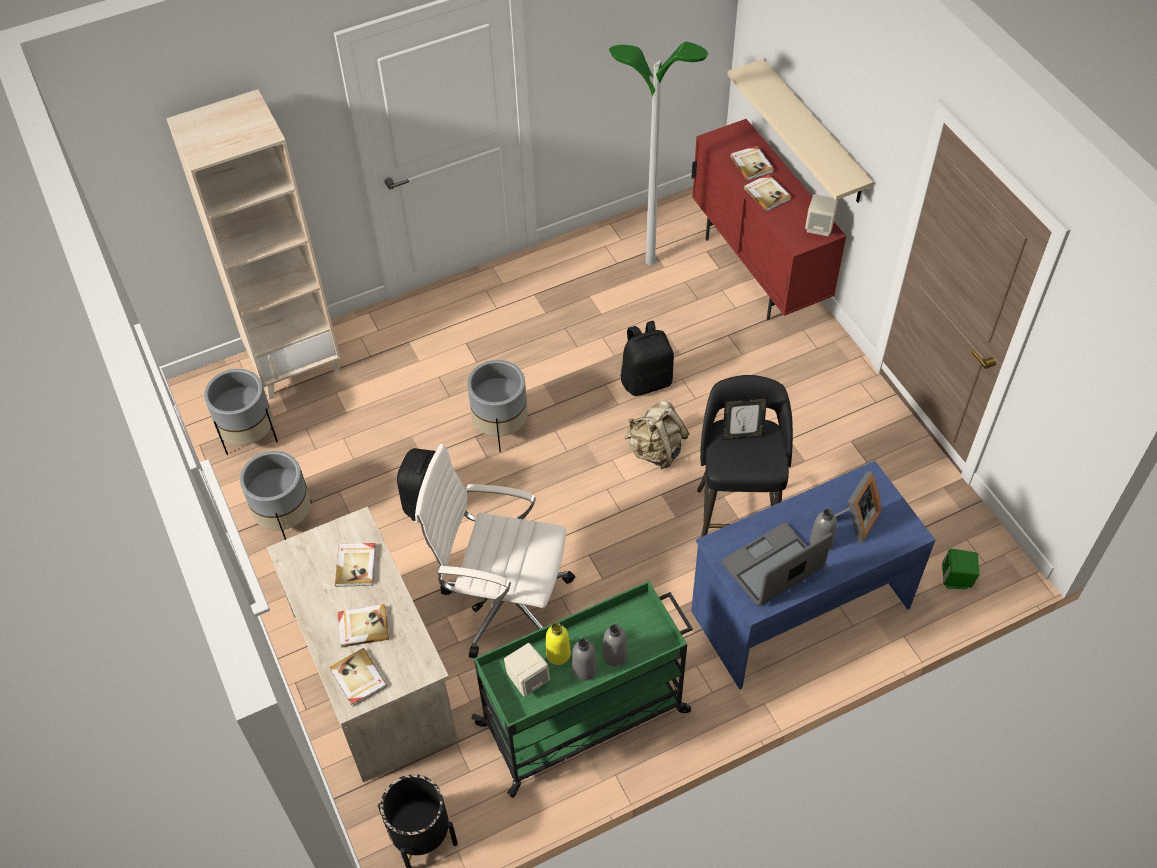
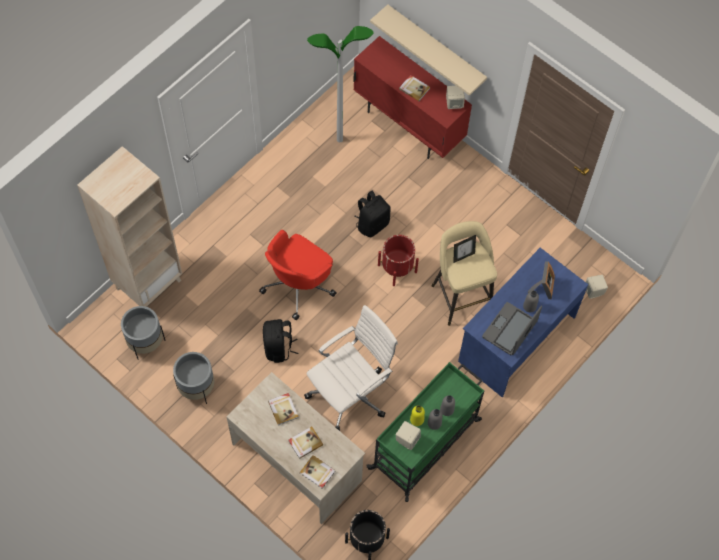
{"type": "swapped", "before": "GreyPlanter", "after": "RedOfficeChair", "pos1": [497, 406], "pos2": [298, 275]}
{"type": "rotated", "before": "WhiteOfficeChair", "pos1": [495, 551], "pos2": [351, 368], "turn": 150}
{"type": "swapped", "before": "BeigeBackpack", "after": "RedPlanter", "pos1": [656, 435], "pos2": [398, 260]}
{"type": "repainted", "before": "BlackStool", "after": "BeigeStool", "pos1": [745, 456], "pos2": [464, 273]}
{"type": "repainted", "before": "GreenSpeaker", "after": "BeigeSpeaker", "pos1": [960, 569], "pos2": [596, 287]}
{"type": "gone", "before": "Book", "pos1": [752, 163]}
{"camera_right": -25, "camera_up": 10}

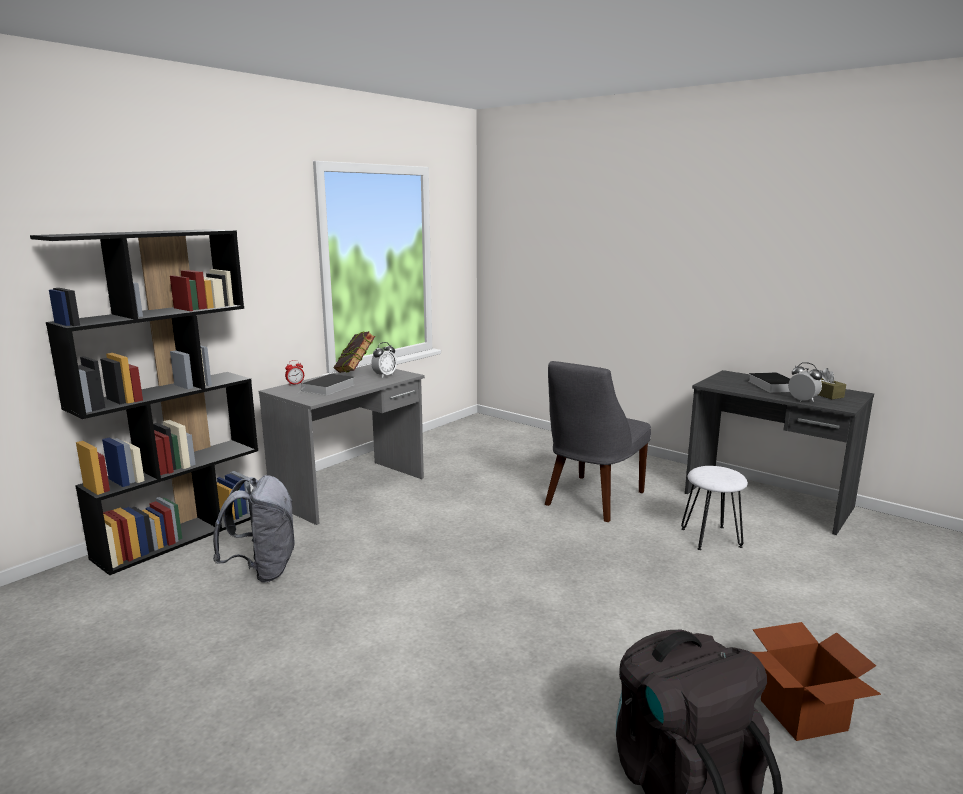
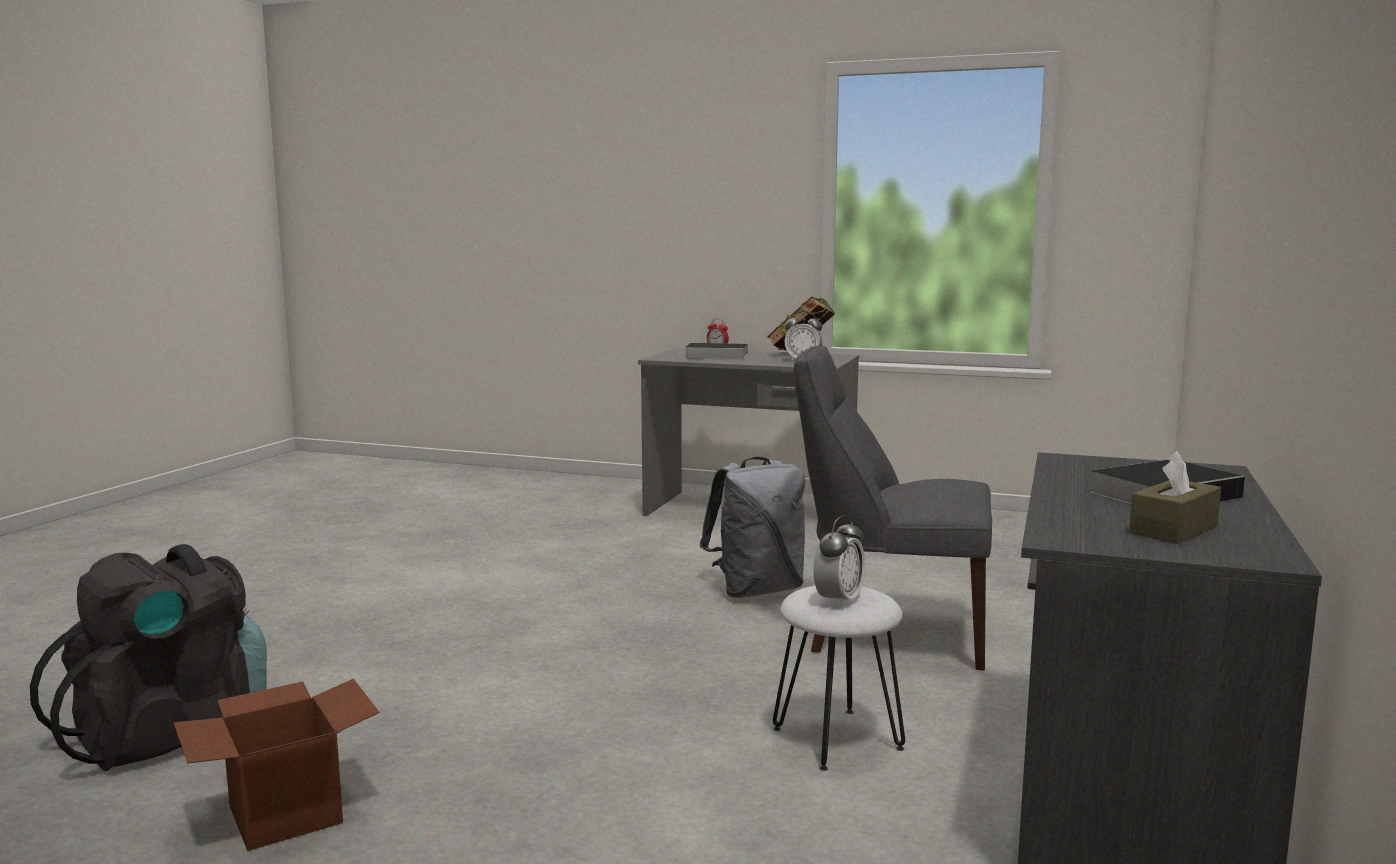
{"type": "shifted", "before": "GreyBackpack", "pos1": [254, 528], "pos2": [752, 527]}
{"type": "shifted", "before": "AlarmClock", "pos1": [805, 382], "pos2": [839, 561]}
{"type": "gone", "before": "BlackBookcase", "pos1": [144, 402]}
{"camera_right": 70, "camera_up": -5}

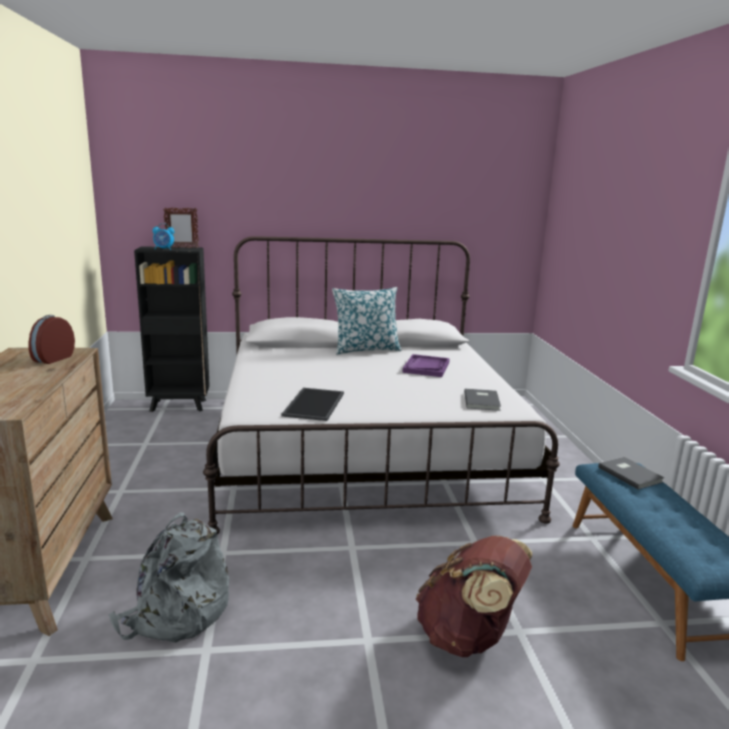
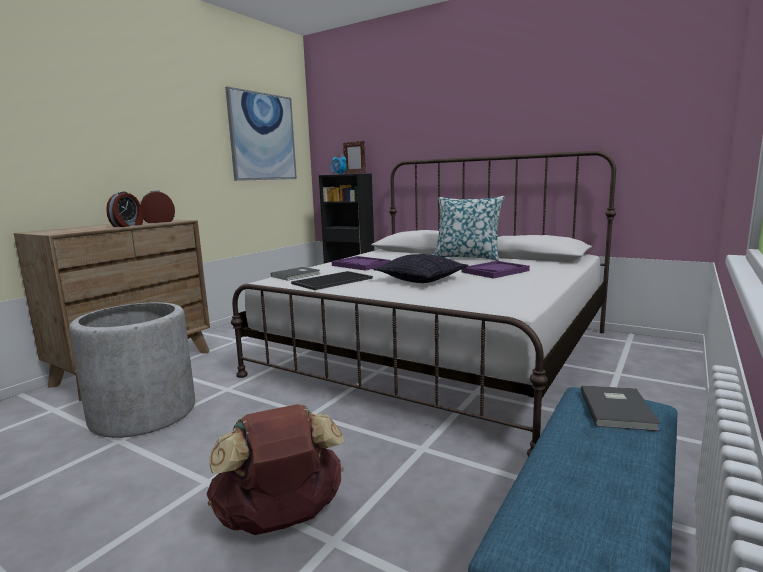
{"type": "swapped", "before": "GreyBackpack", "after": "GreyPlanter", "pos1": [169, 578], "pos2": [132, 370]}
{"type": "new", "after": "AlarmClock", "pos2": [125, 209]}
{"type": "new", "after": "Picture", "pos2": [261, 134]}
{"type": "shifted", "before": "GreyBook", "pos1": [482, 400], "pos2": [295, 274]}
{"type": "new", "after": "PurpleTray", "pos2": [361, 263]}
{"type": "new", "after": "Pillow", "pos2": [421, 268]}
{"camera_right": 40, "camera_up": -5}

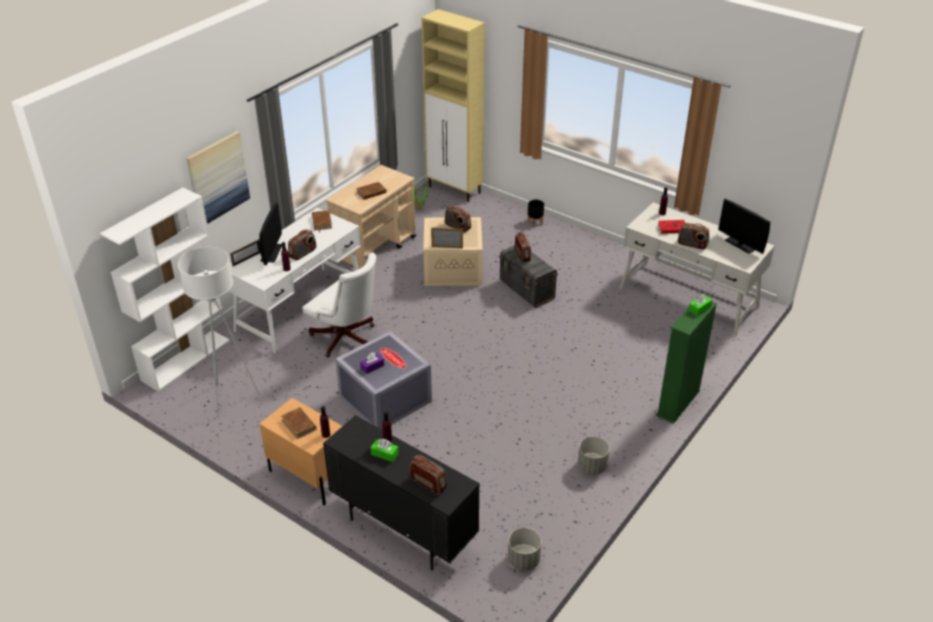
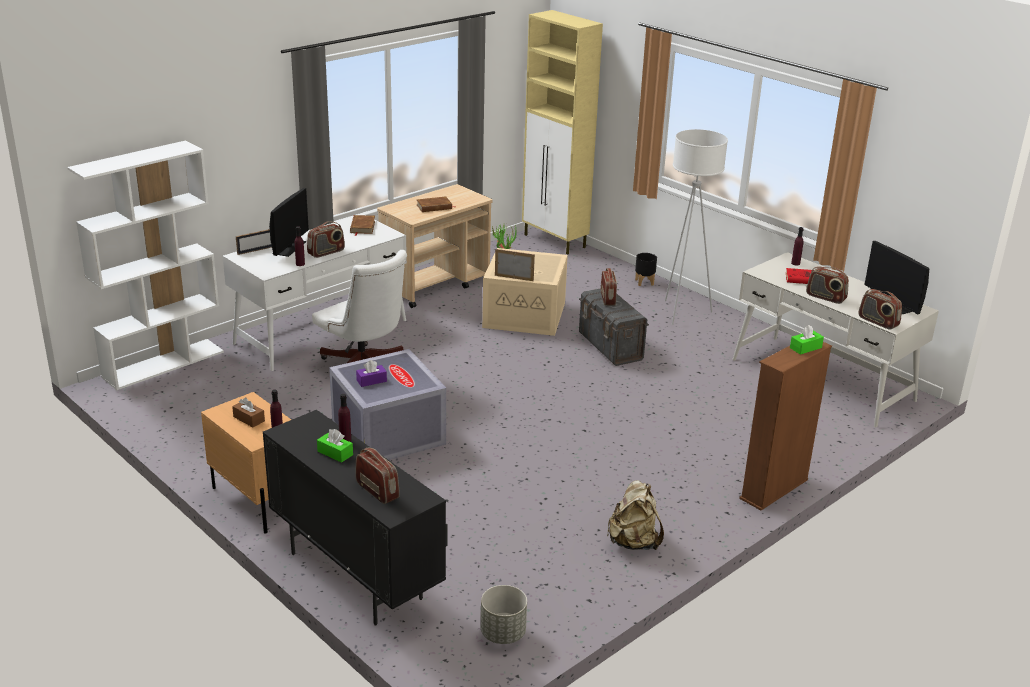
{"type": "swapped", "before": "BrownBook", "after": "BrownTissueBox", "pos1": [298, 423], "pos2": [248, 412]}
{"type": "swapped", "before": "GreyPlanter", "after": "BeigeBackpack", "pos1": [594, 455], "pos2": [635, 515]}
{"type": "shifted", "before": "WhiteFloorLamp", "pos1": [219, 332], "pos2": [696, 227]}
{"type": "repainted", "before": "GreenBookcase", "after": "BrownBookcase", "pos1": [686, 360], "pos2": [785, 426]}
{"type": "shifted", "before": "Radio", "pos1": [458, 219], "pos2": [880, 309]}
{"type": "gone", "before": "Picture", "pos1": [218, 177]}
{"camera_right": 10, "camera_up": -10}

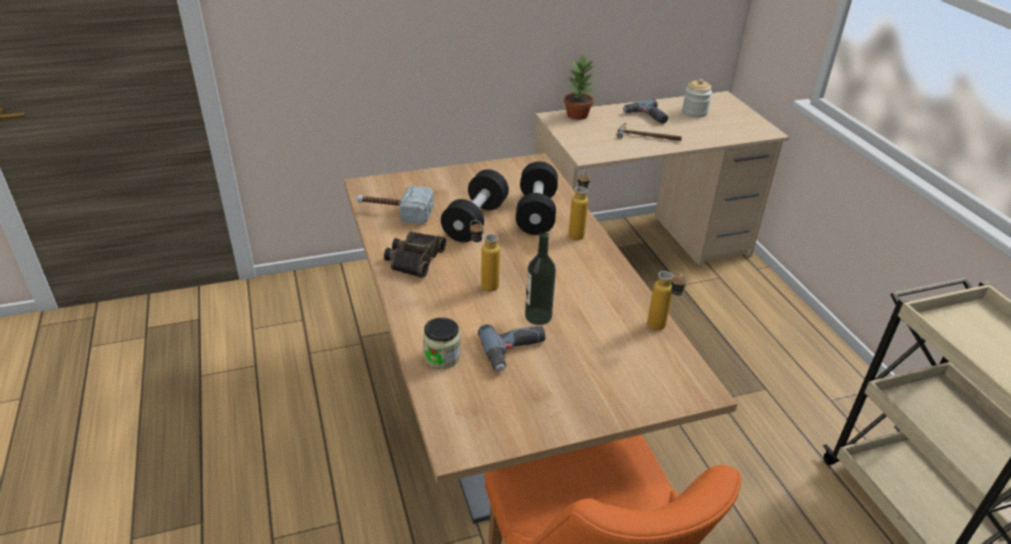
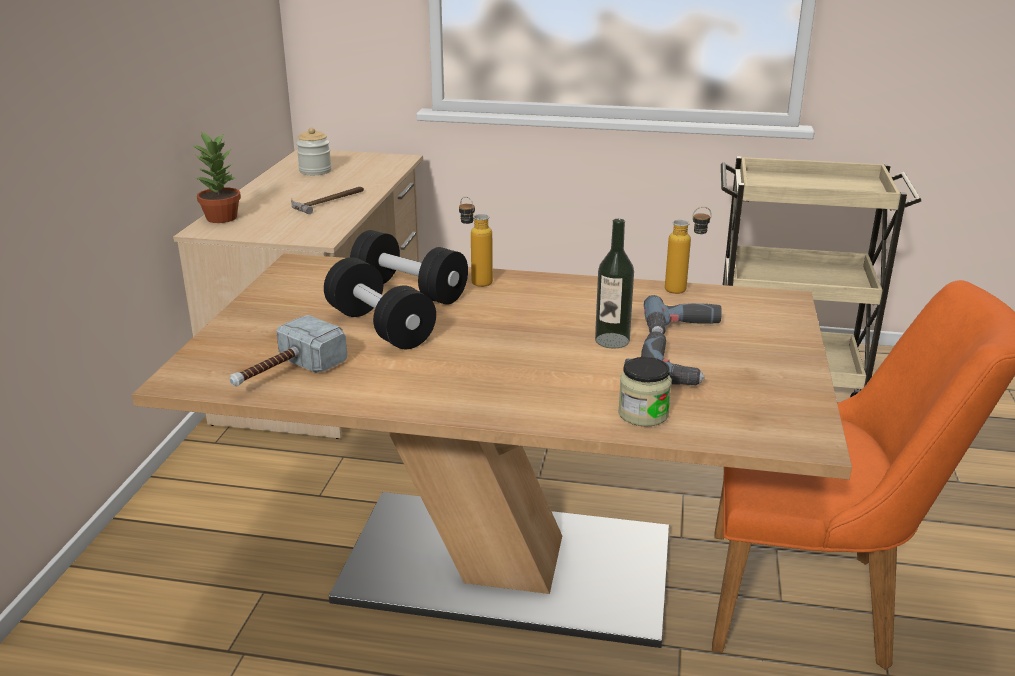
{"type": "shifted", "before": "PowerDrill", "pos1": [645, 111], "pos2": [683, 314]}
{"type": "gone", "before": "Binoculars", "pos1": [415, 254]}
{"type": "gone", "before": "Bottle", "pos1": [485, 255]}
{"camera_right": -60, "camera_up": -10}

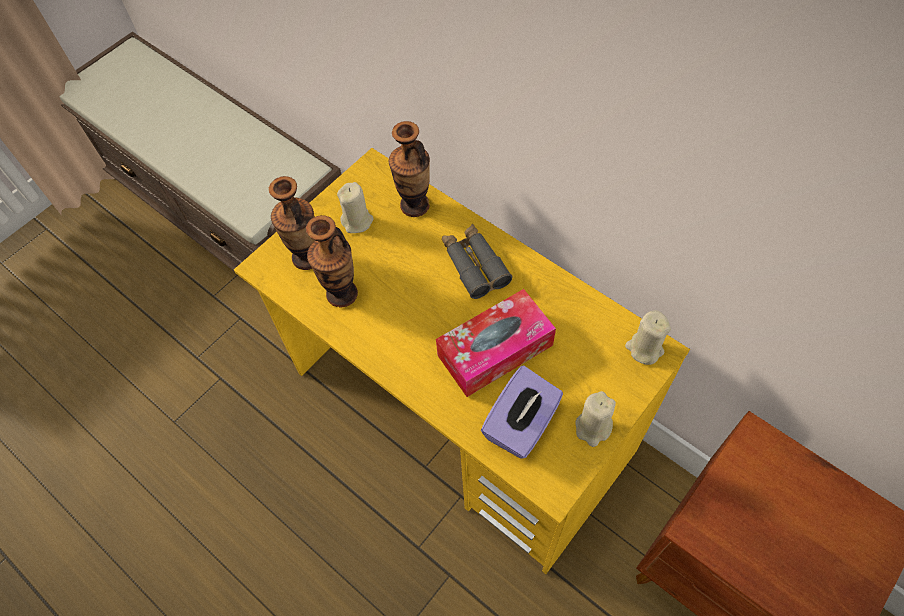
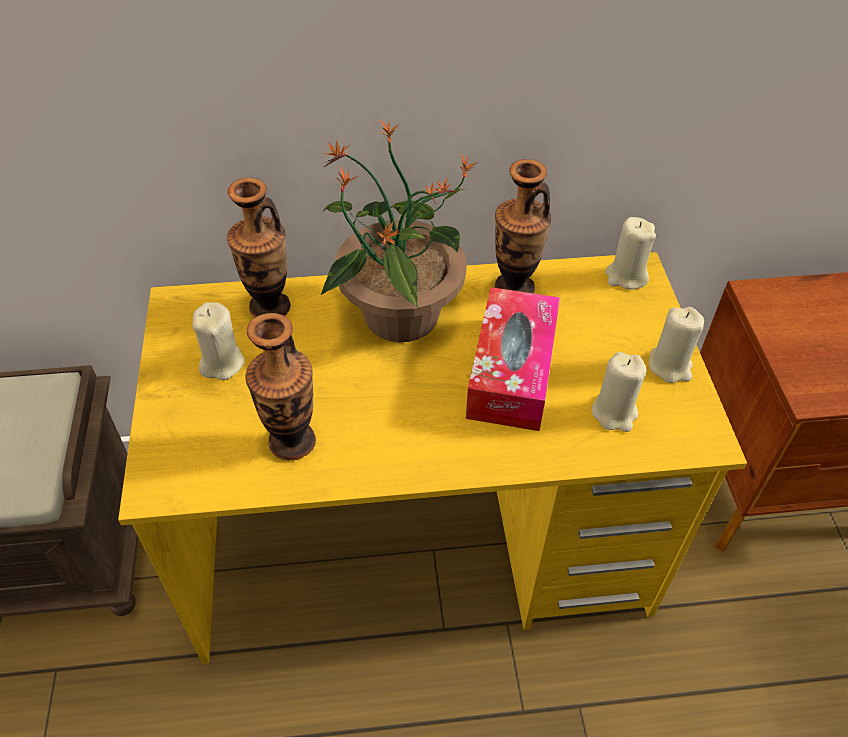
{"type": "swapped", "before": "GreyBinoculars", "after": "PottedPlant", "pos1": [477, 261], "pos2": [399, 231]}
{"type": "shifted", "before": "Vase", "pos1": [292, 223], "pos2": [523, 226]}
{"type": "swapped", "before": "PurpleTissueBox", "after": "BeigeCandle", "pos1": [522, 412], "pos2": [619, 392]}
{"camera_right": -50, "camera_up": -10}

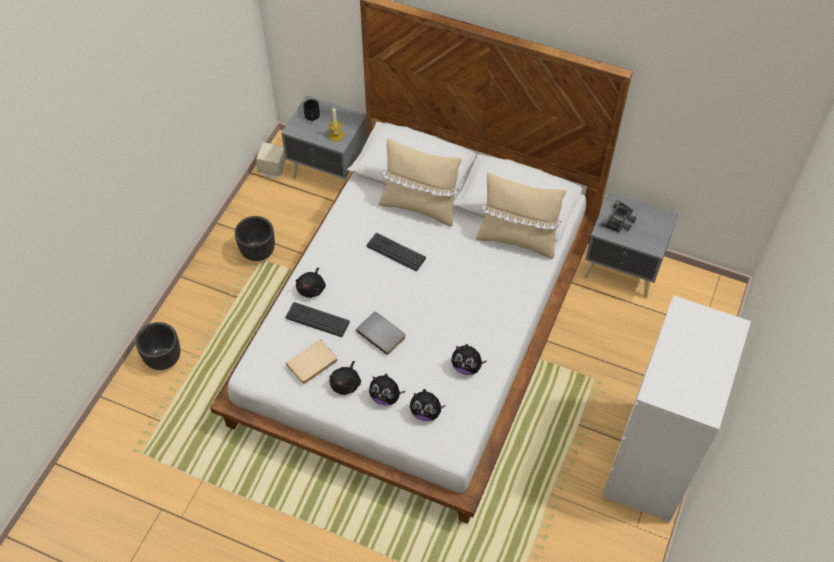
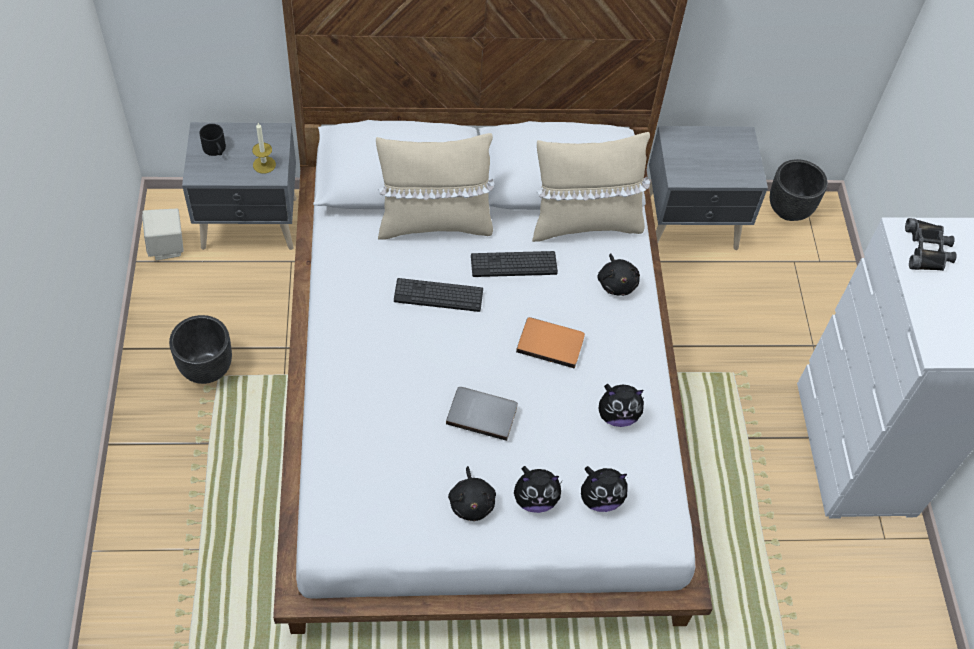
{"type": "shifted", "before": "Keyboard", "pos1": [318, 319], "pos2": [514, 264]}
{"type": "new", "after": "OrangeBook", "pos2": [550, 343]}
{"type": "shifted", "before": "BlackPlushToy", "pos1": [311, 283], "pos2": [618, 274]}
{"type": "shifted", "before": "BlackPlanter", "pos1": [158, 346], "pos2": [799, 190]}
{"type": "shifted", "before": "BlackBinoculars", "pos1": [619, 216], "pos2": [931, 244]}
{"type": "gone", "before": "BeigeBook", "pos1": [311, 361]}
{"camera_right": -30, "camera_up": 0}

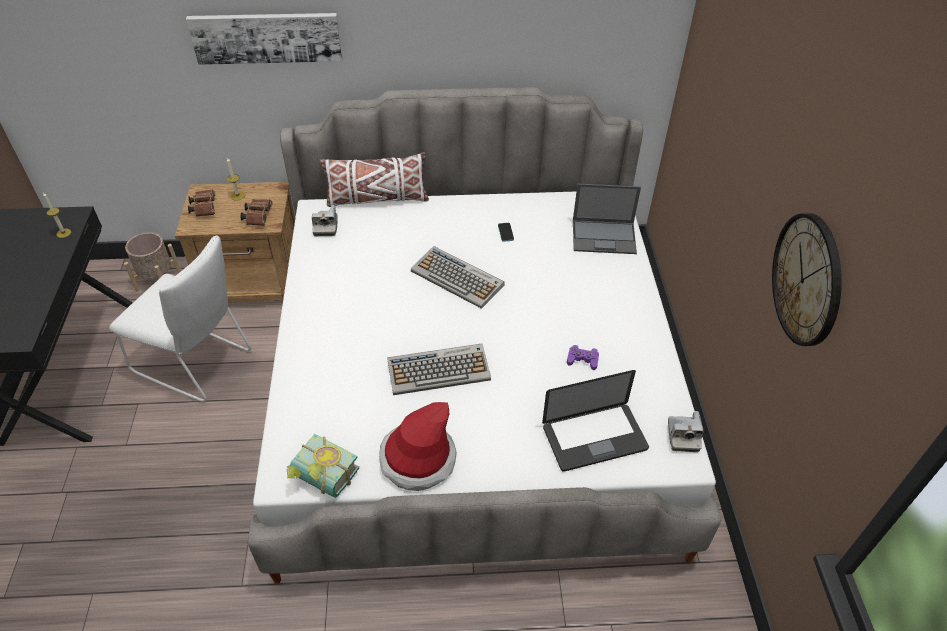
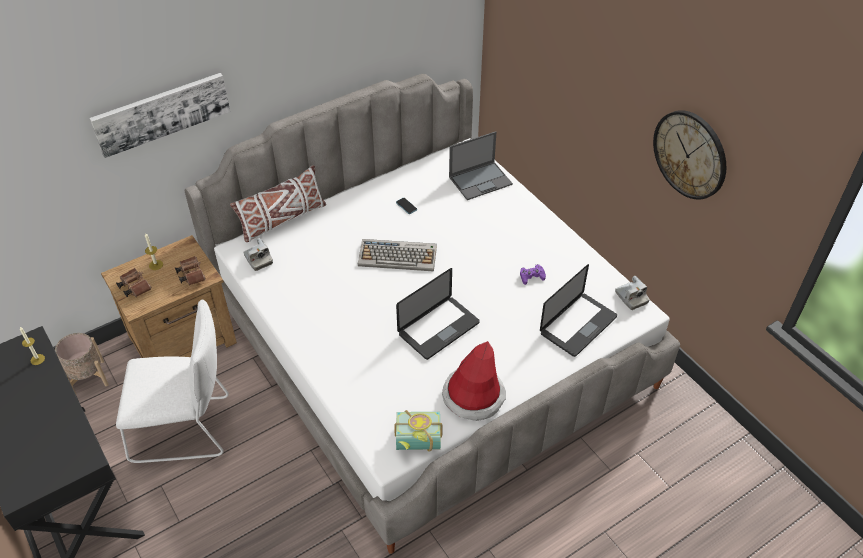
{"type": "swapped", "before": "Keyboard", "after": "Laptop", "pos1": [439, 369], "pos2": [438, 314]}
{"camera_right": -30, "camera_up": 0}

